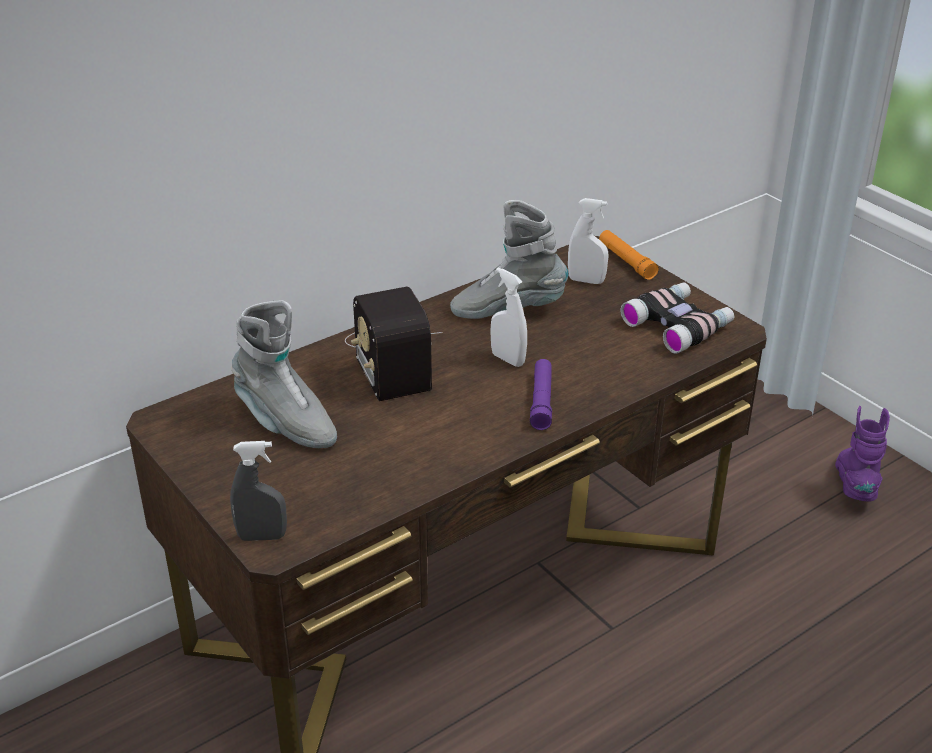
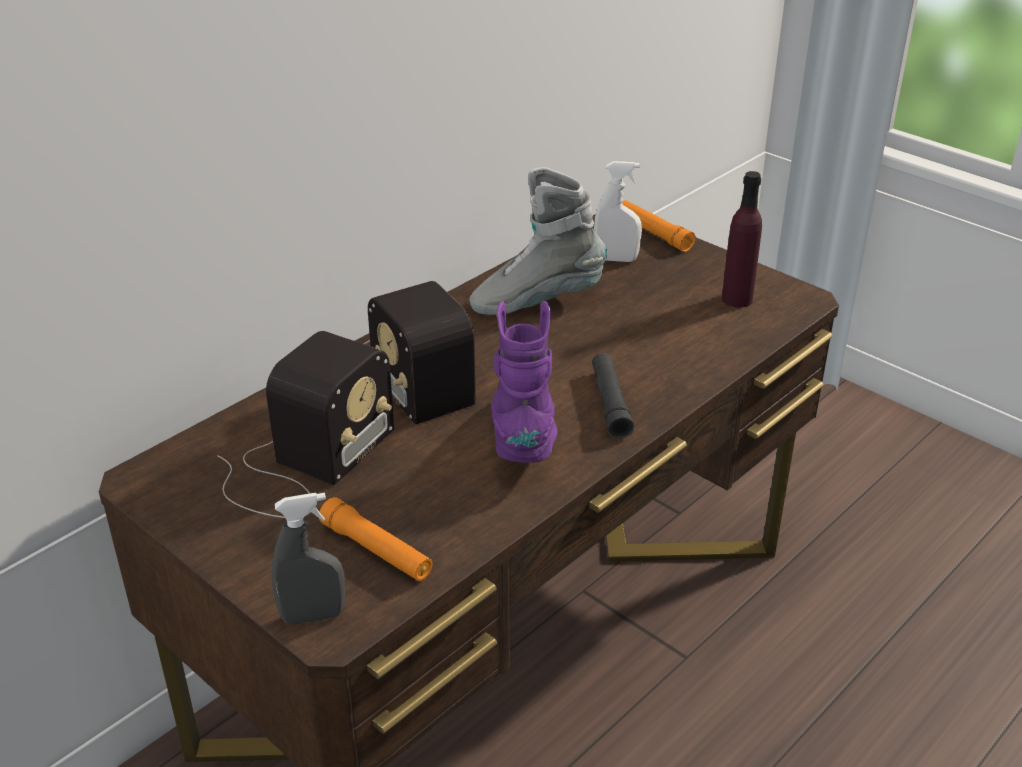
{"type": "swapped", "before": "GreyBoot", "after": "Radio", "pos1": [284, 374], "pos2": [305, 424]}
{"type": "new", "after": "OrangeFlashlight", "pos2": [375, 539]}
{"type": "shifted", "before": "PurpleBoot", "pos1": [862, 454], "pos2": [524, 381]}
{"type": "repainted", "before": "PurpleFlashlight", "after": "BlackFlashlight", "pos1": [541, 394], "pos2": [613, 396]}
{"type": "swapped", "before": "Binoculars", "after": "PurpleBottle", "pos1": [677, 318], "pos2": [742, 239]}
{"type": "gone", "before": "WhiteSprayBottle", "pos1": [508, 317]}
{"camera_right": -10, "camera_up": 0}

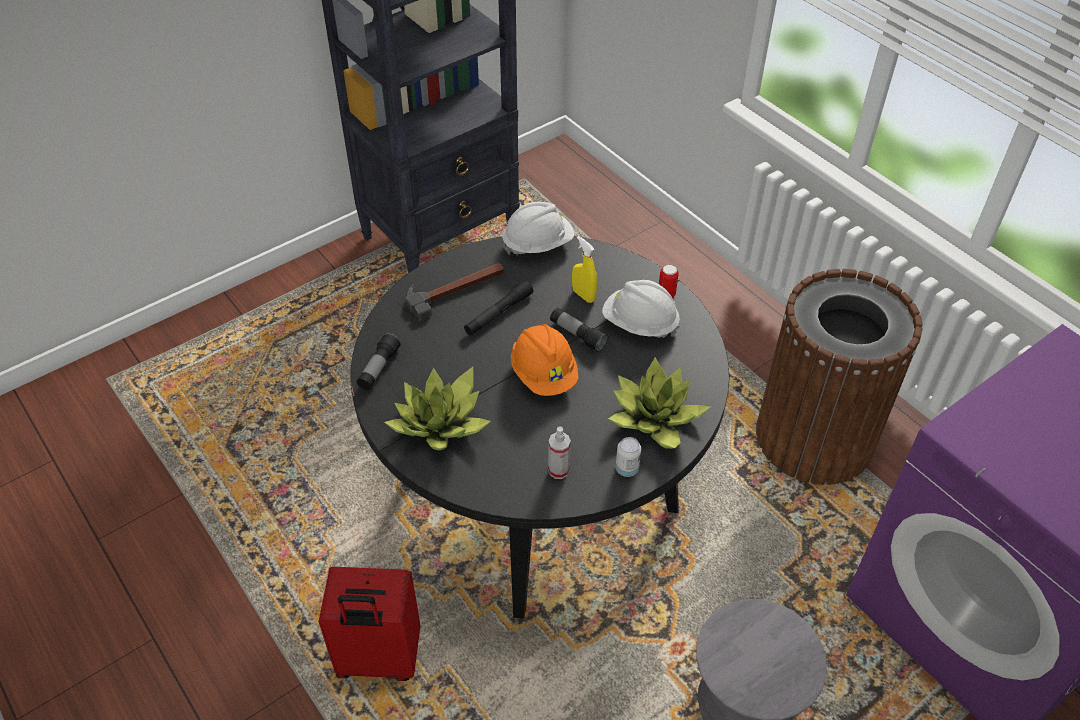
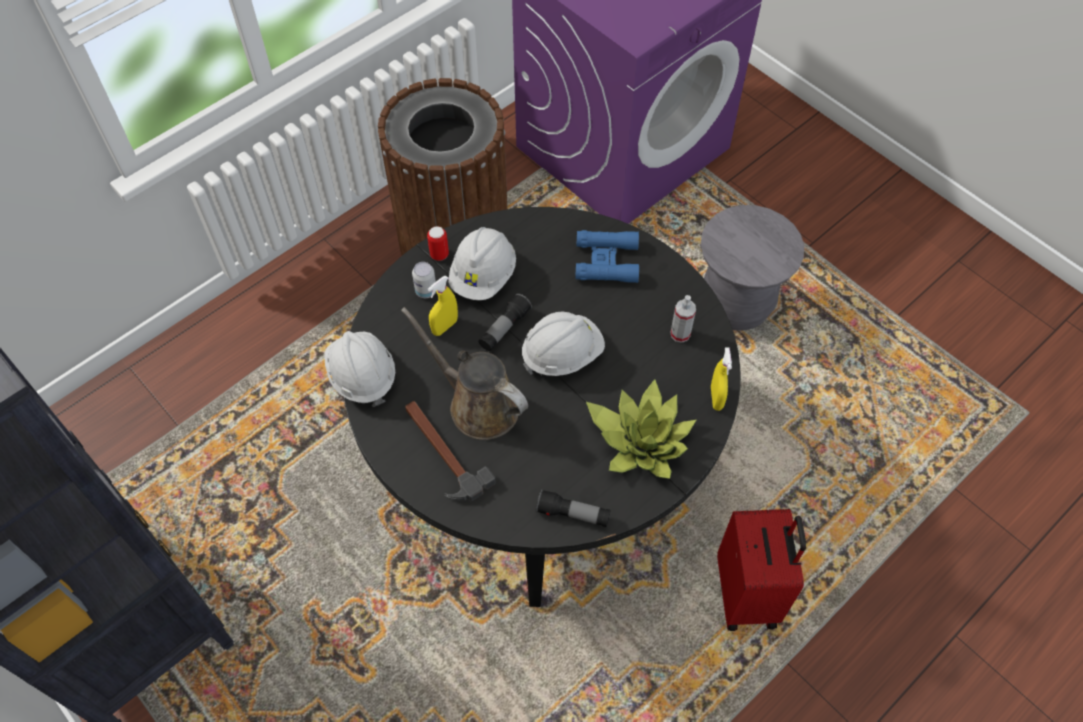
{"type": "swapped", "before": "BlackFlashlight", "after": "BrownWateringCan", "pos1": [498, 307], "pos2": [464, 373]}
{"type": "shifted", "before": "Can", "pos1": [628, 457], "pos2": [424, 280]}
{"type": "repainted", "before": "OrangeHardHat", "after": "WhiteHardHat", "pos1": [544, 360], "pos2": [563, 344]}
{"type": "swapped", "before": "PottedPlant", "after": "BlueBinoculars", "pos1": [659, 403], "pos2": [607, 256]}
{"type": "new", "after": "YellowSprayBottle", "pos2": [721, 379]}
{"camera_right": -95, "camera_up": 10}

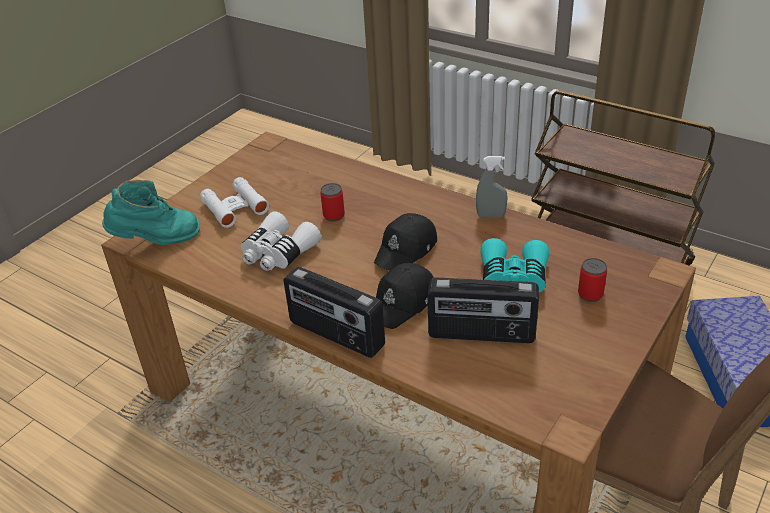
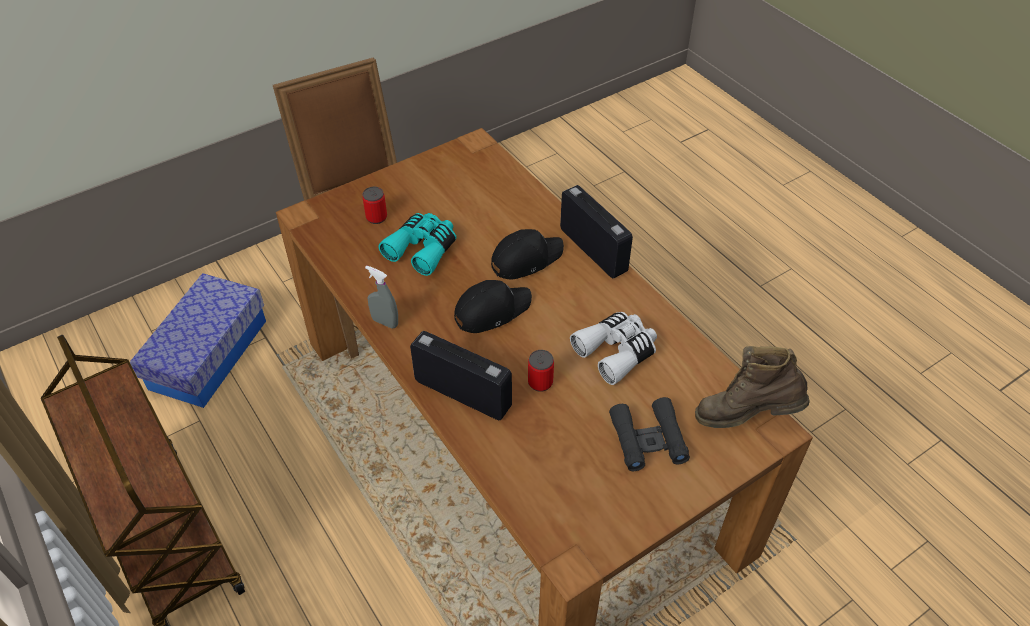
{"type": "shifted", "before": "Radio", "pos1": [483, 310], "pos2": [461, 375]}
{"type": "repainted", "before": "WhiteBinoculars", "after": "BlackBinoculars", "pos1": [234, 202], "pos2": [649, 434]}
{"type": "repainted", "before": "TurquoiseBoot", "after": "BrownBoot", "pos1": [151, 212], "pos2": [752, 387]}
{"camera_right": -160, "camera_up": 10}

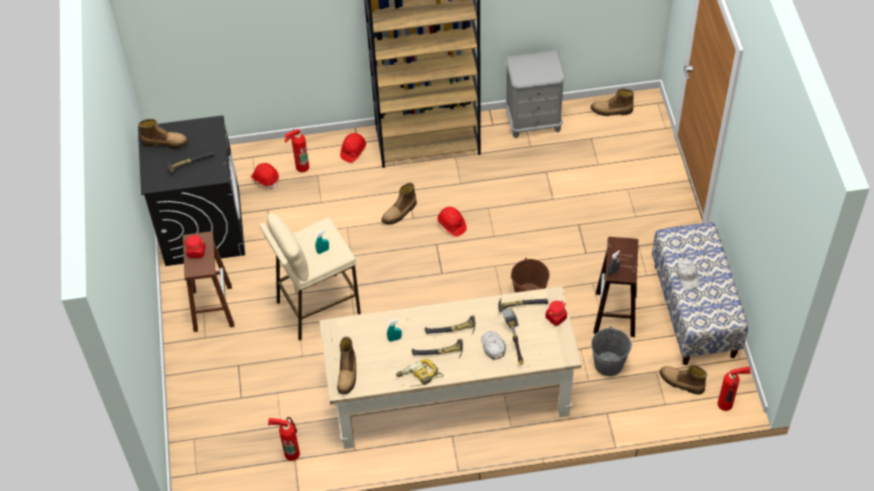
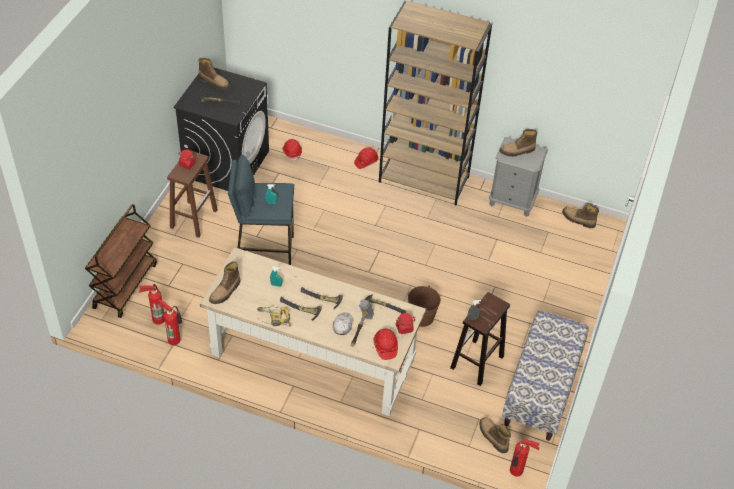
{"type": "new", "after": "BrownCart", "pos2": [121, 261]}
{"type": "shifted", "before": "FireExtinguisher", "pos1": [296, 150], "pos2": [152, 304]}
{"type": "repainted", "before": "BeigeStool", "after": "BlueStool", "pos1": [310, 277], "pos2": [261, 210]}
{"type": "shifted", "before": "RedHardHat", "pos1": [452, 222], "pos2": [385, 344]}
{"type": "shifted", "before": "Boot", "pos1": [399, 203], "pos2": [518, 143]}
{"type": "gone", "before": "GreyBucket", "pos1": [611, 351]}
{"type": "gone", "before": "WhiteCap", "pos1": [688, 274]}
{"camera_right": 25, "camera_up": -5}

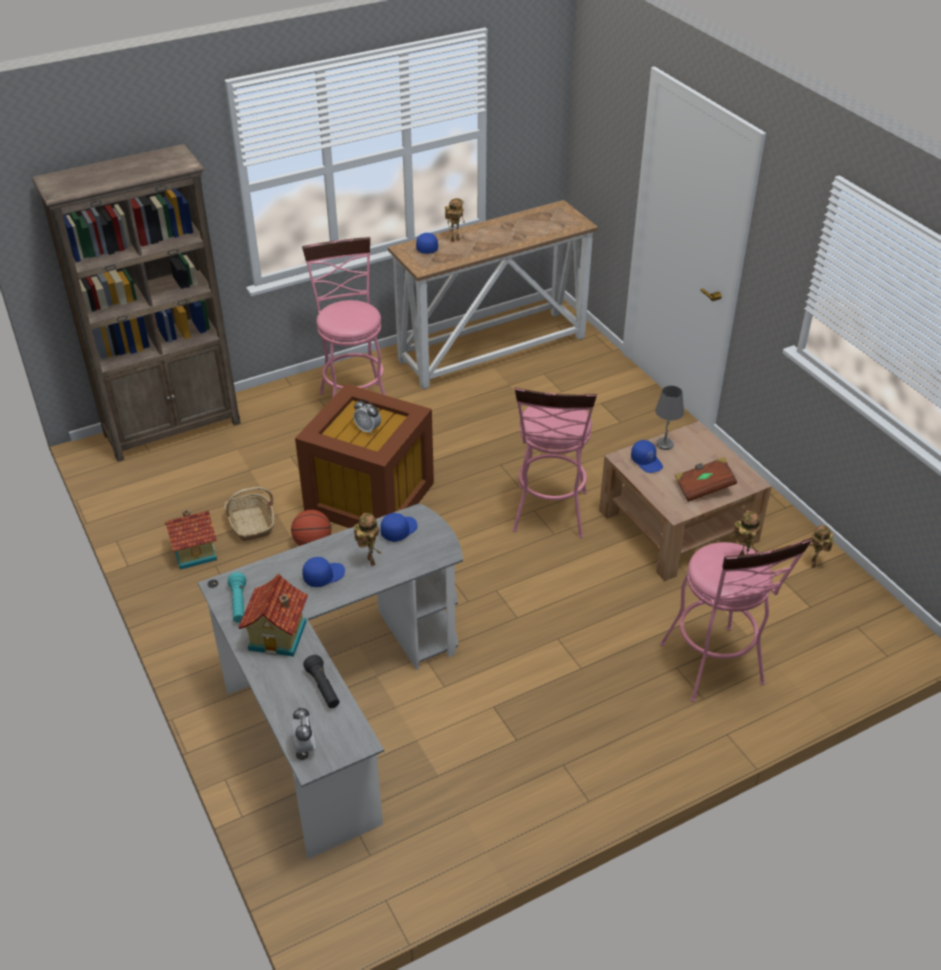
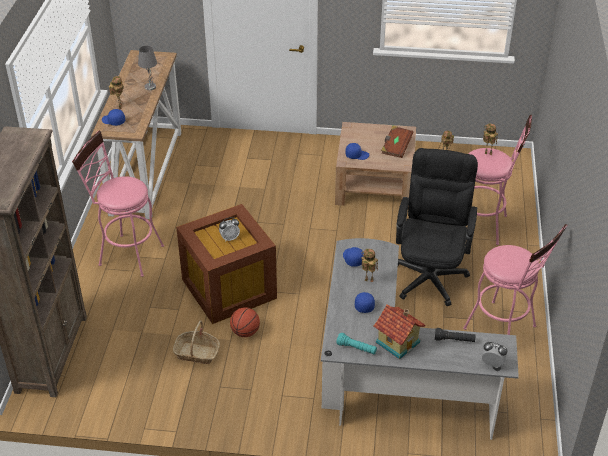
{"type": "shifted", "before": "GreyTableLamp", "pos1": [669, 418], "pos2": [147, 68]}
{"type": "new", "after": "BlackOfficeChair", "pos2": [437, 227]}
{"type": "shifted", "before": "PinkStool", "pos1": [555, 463], "pos2": [515, 279]}
{"type": "gone", "before": "ToyHouse", "pos1": [191, 540]}
{"camera_right": -55, "camera_up": 0}

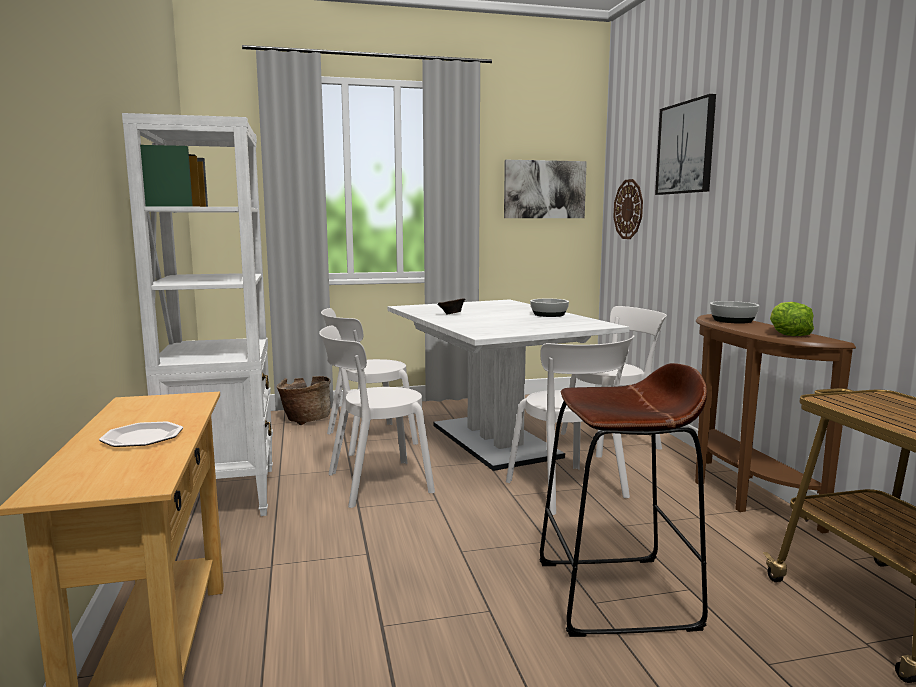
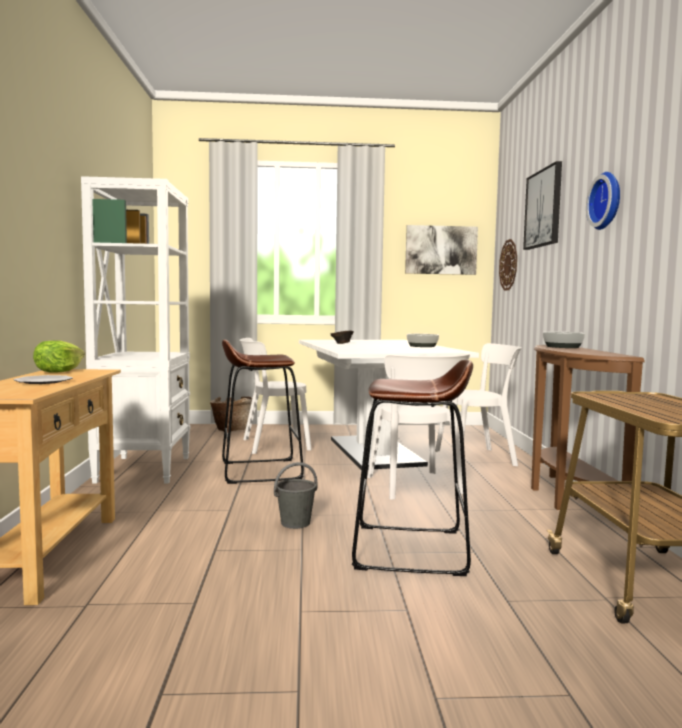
{"type": "shifted", "before": "Lettuce", "pos1": [792, 319], "pos2": [59, 357]}
{"type": "swapped", "before": "WhiteChair", "after": "BrownStool", "pos1": [377, 417], "pos2": [263, 411]}
{"type": "new", "after": "GreyBucket", "pos2": [295, 495]}
{"type": "new", "after": "WallClock", "pos2": [603, 201]}
{"camera_right": 10, "camera_up": -5}

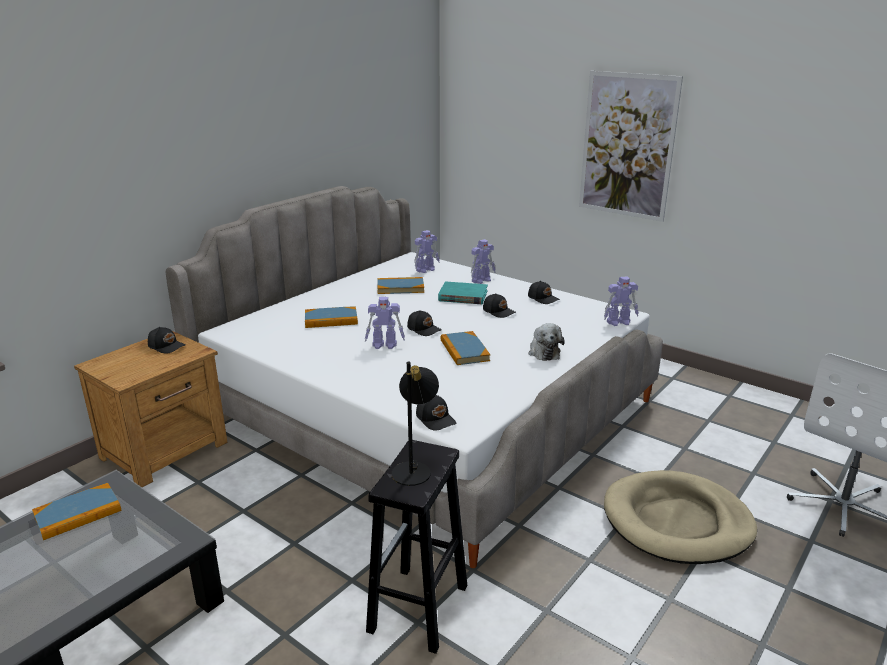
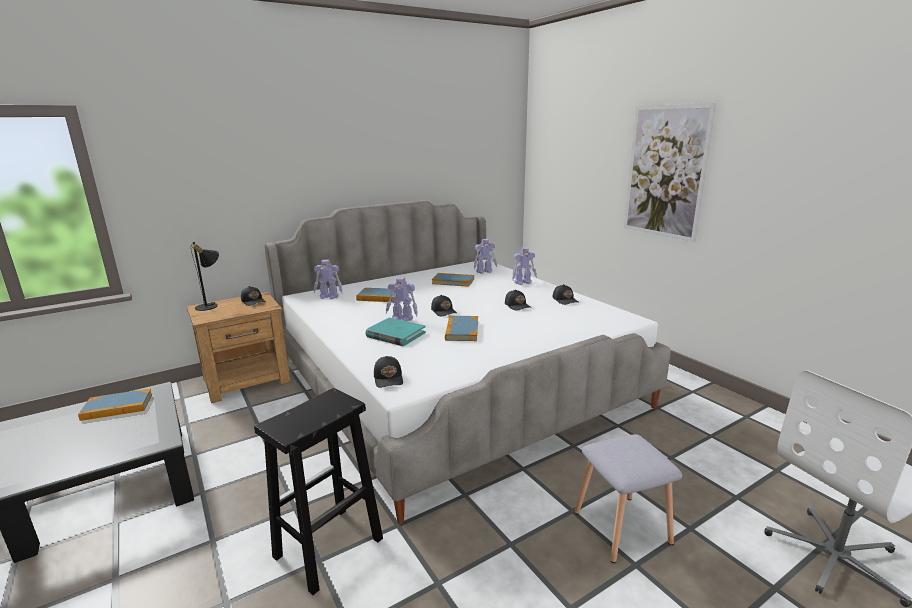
{"type": "shifted", "before": "BlackTableLamp", "pos1": [415, 423], "pos2": [205, 276]}
{"type": "shifted", "before": "ToyRobot", "pos1": [621, 301], "pos2": [328, 279]}
{"type": "shifted", "before": "TurquoiseBook", "pos1": [463, 292], "pos2": [395, 331]}
{"type": "swapped", "before": "BeigeDogBed", "after": "GreyStool", "pos1": [680, 517], "pos2": [628, 498]}
{"type": "gone", "before": "PlushToy", "pos1": [546, 342]}
{"camera_right": 20, "camera_up": -5}

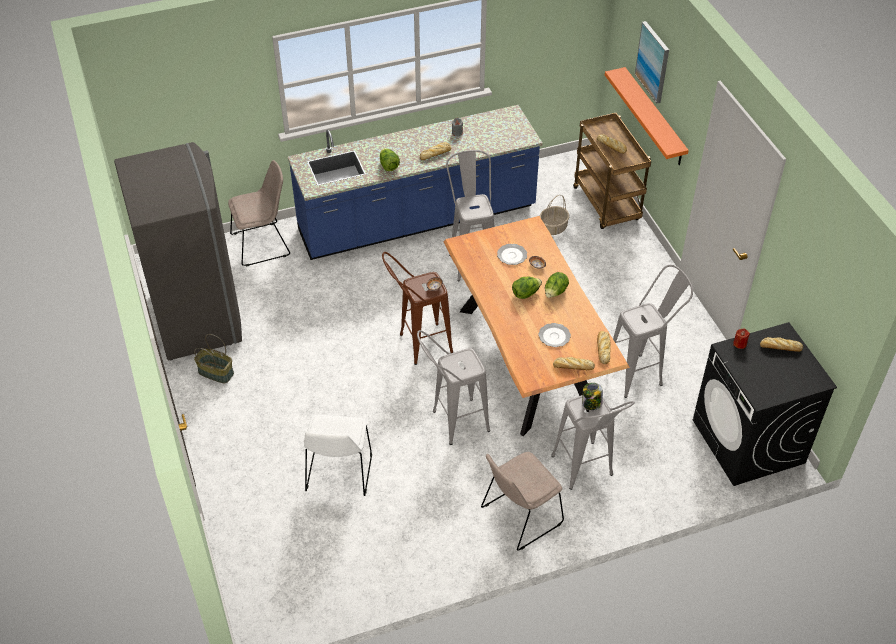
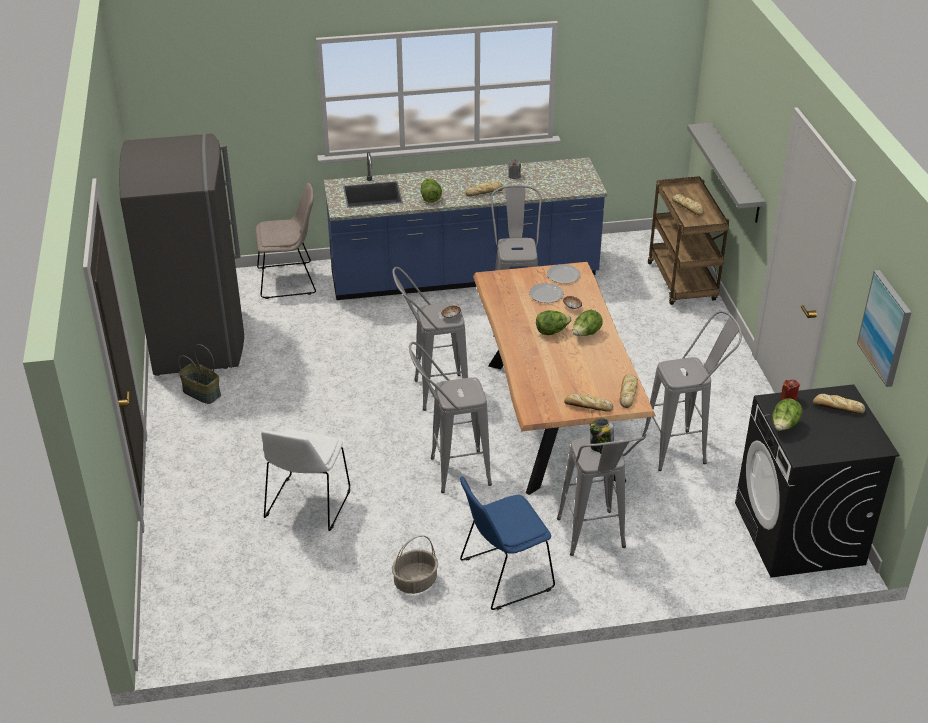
{"type": "shifted", "before": "Basket", "pos1": [554, 215], "pos2": [415, 564]}
{"type": "repainted", "before": "BrownStool", "after": "GreyStool", "pos1": [417, 308], "pos2": [430, 339]}
{"type": "repainted", "before": "BeigeChair", "after": "BlueChair", "pos1": [522, 501], "pos2": [507, 543]}
{"type": "shifted", "before": "Plate", "pos1": [554, 335], "pos2": [564, 274]}
{"type": "repainted", "before": "OrangeShelf", "after": "GreyShelf", "pos1": [647, 116], "pos2": [726, 173]}
{"type": "new", "after": "Lettuce", "pos2": [787, 414]}
{"type": "shifted", "before": "Picture", "pos1": [652, 62], "pos2": [884, 328]}
{"camera_right": 10, "camera_up": -10}

